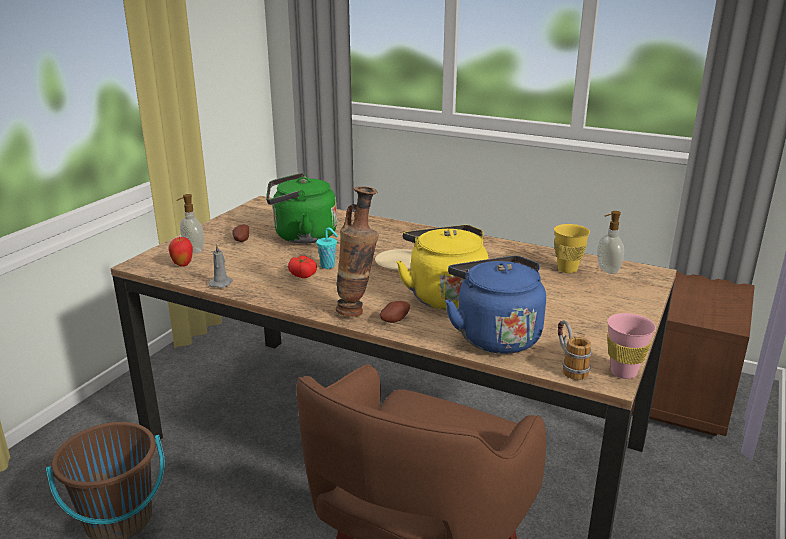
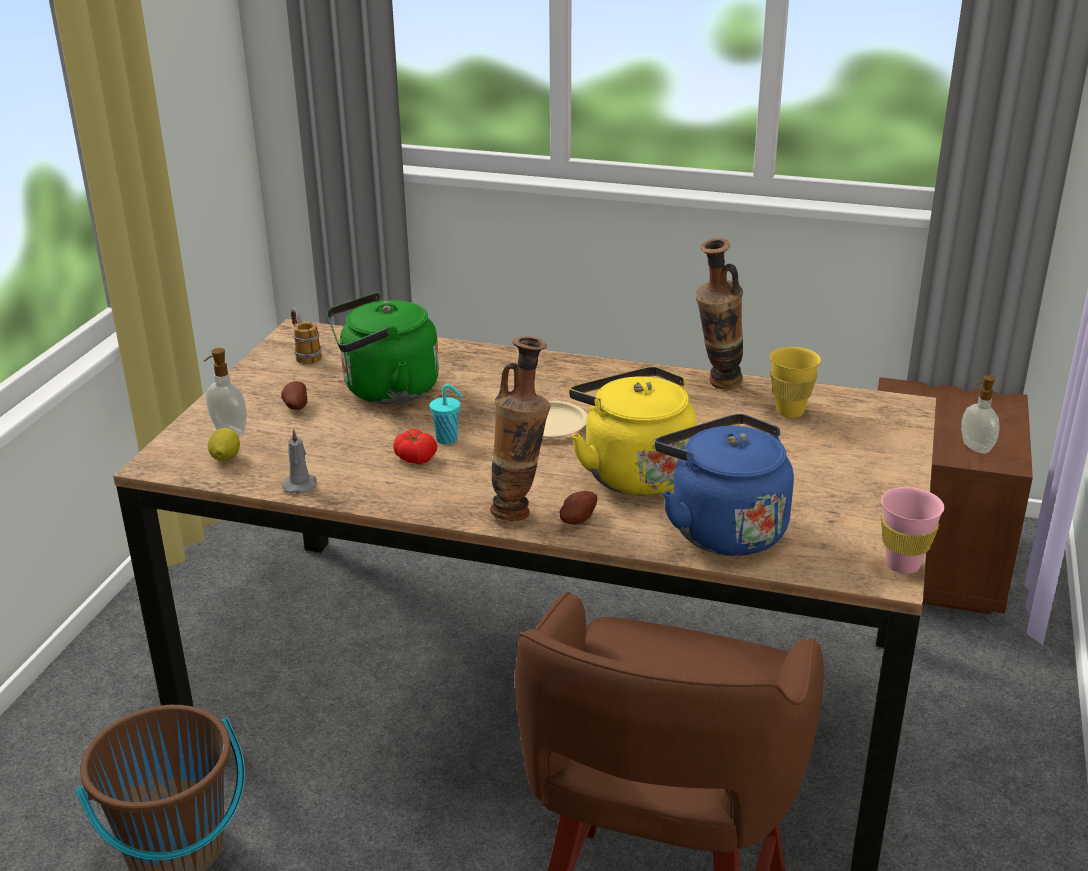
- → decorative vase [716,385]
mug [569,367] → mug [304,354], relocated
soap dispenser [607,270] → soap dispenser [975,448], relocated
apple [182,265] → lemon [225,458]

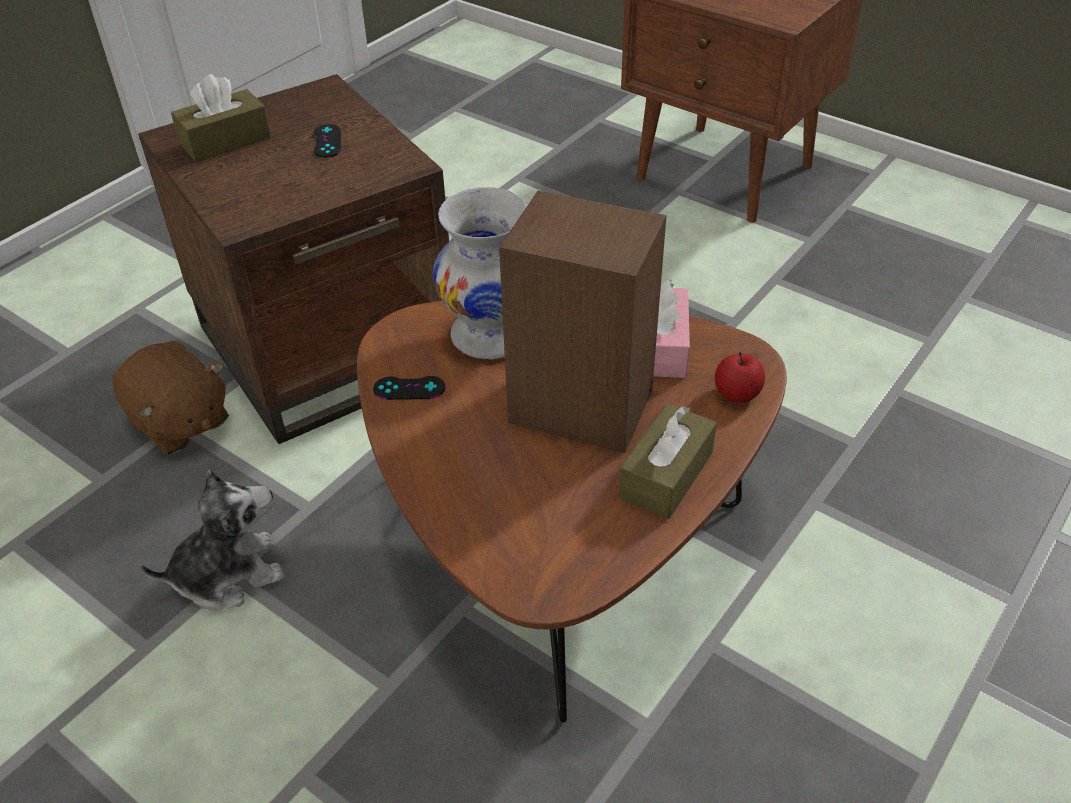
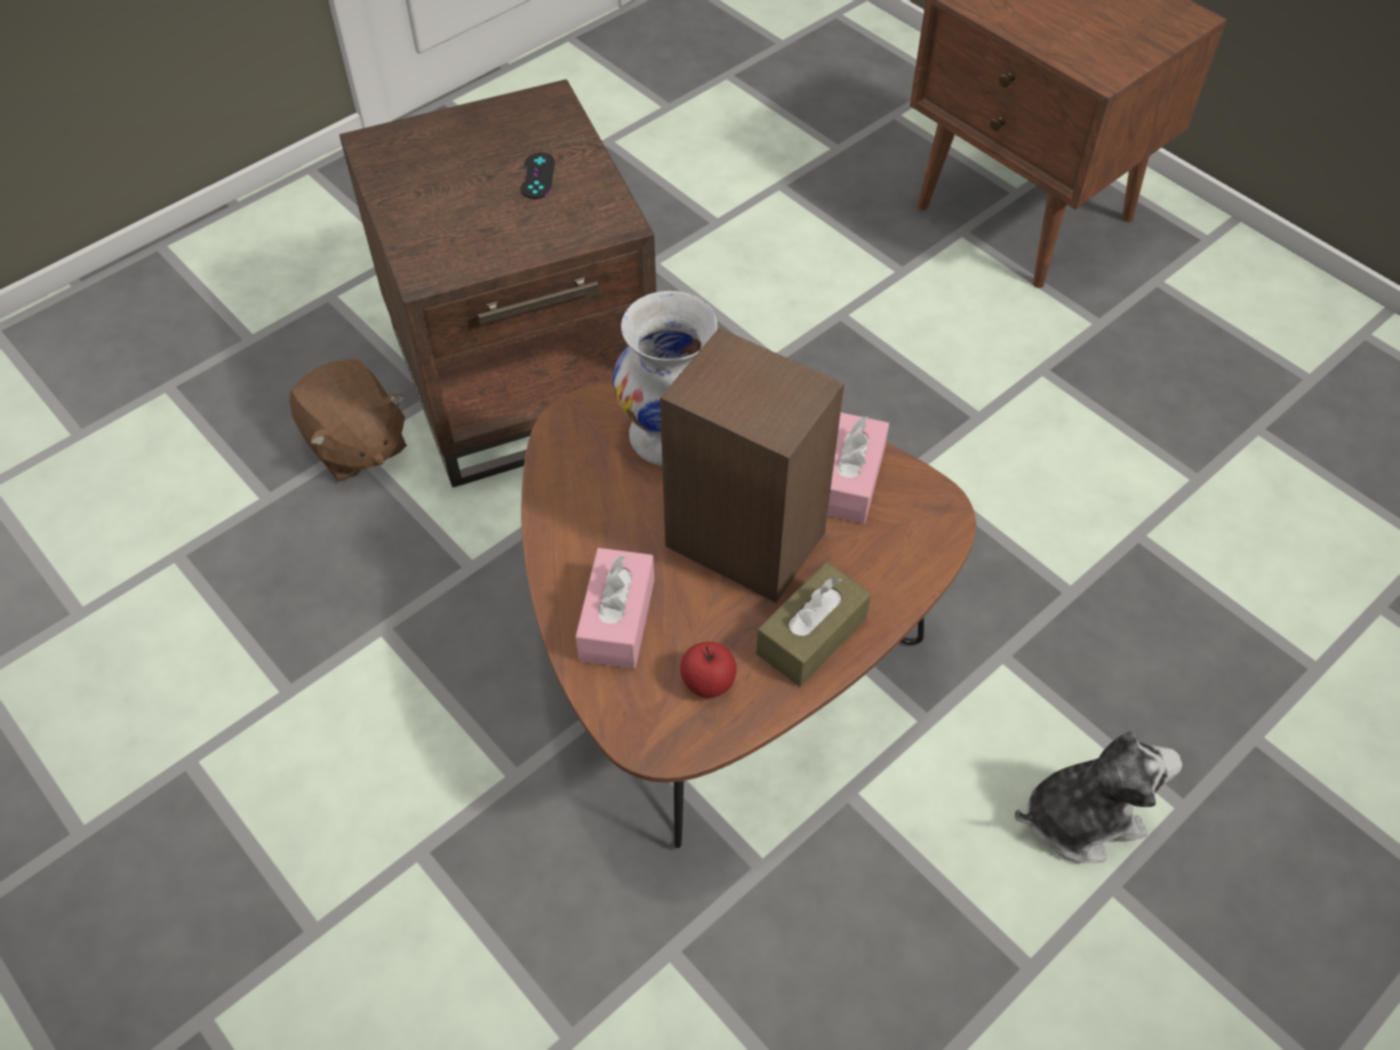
brown-coloured box of tissues [225,140] → -
blackish gamepad [409,388] → -
- → pink-coloured box of tissues [617,620]
soft toy [229,574] → soft toy [1080,816], relocated
apple [737,394] → apple [708,682], relocated

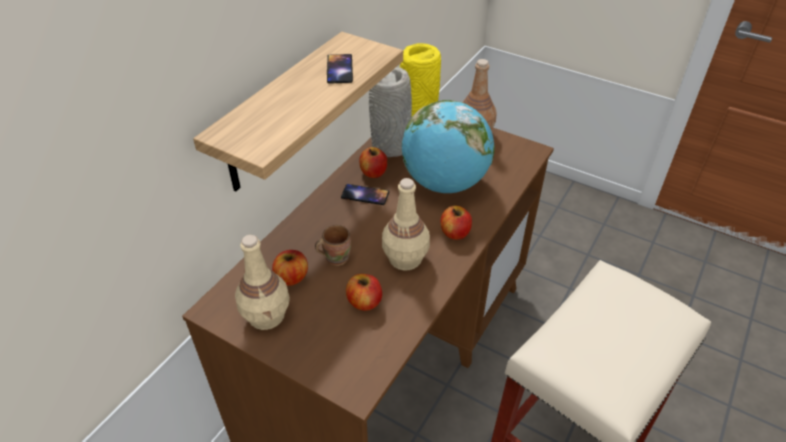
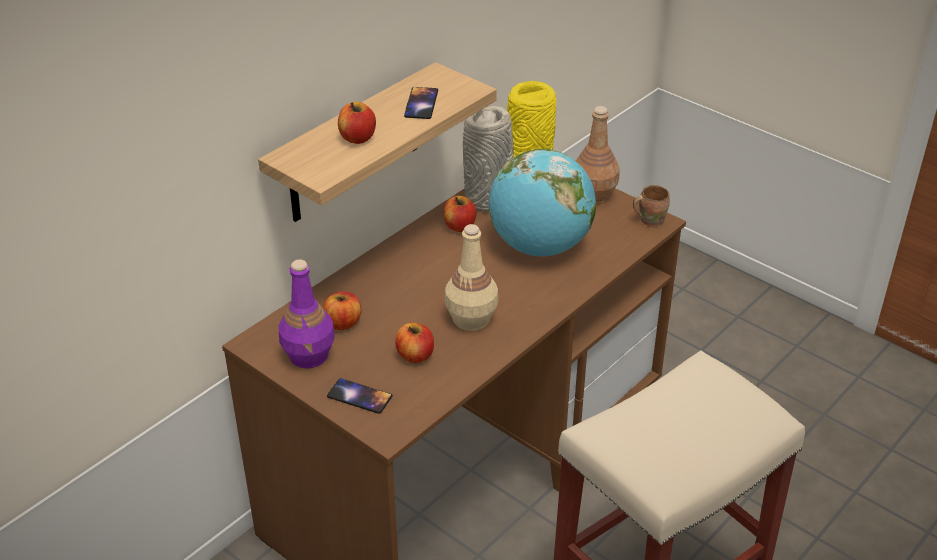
brown-coloured mug [335,257] → brown-coloured mug [650,220], relocated
handset [365,195] → handset [359,396], relocated
apple [455,233] → apple [357,138], relocated
beige beverage bottle [267,315] → purplish beverage bottle [309,355]

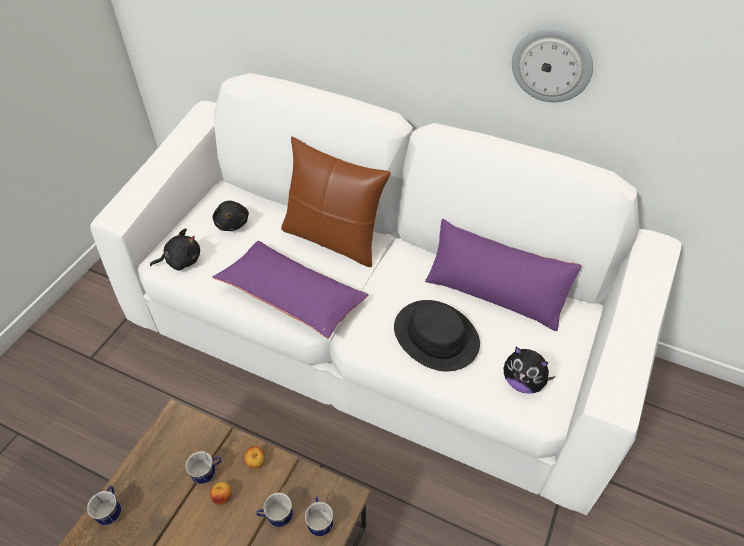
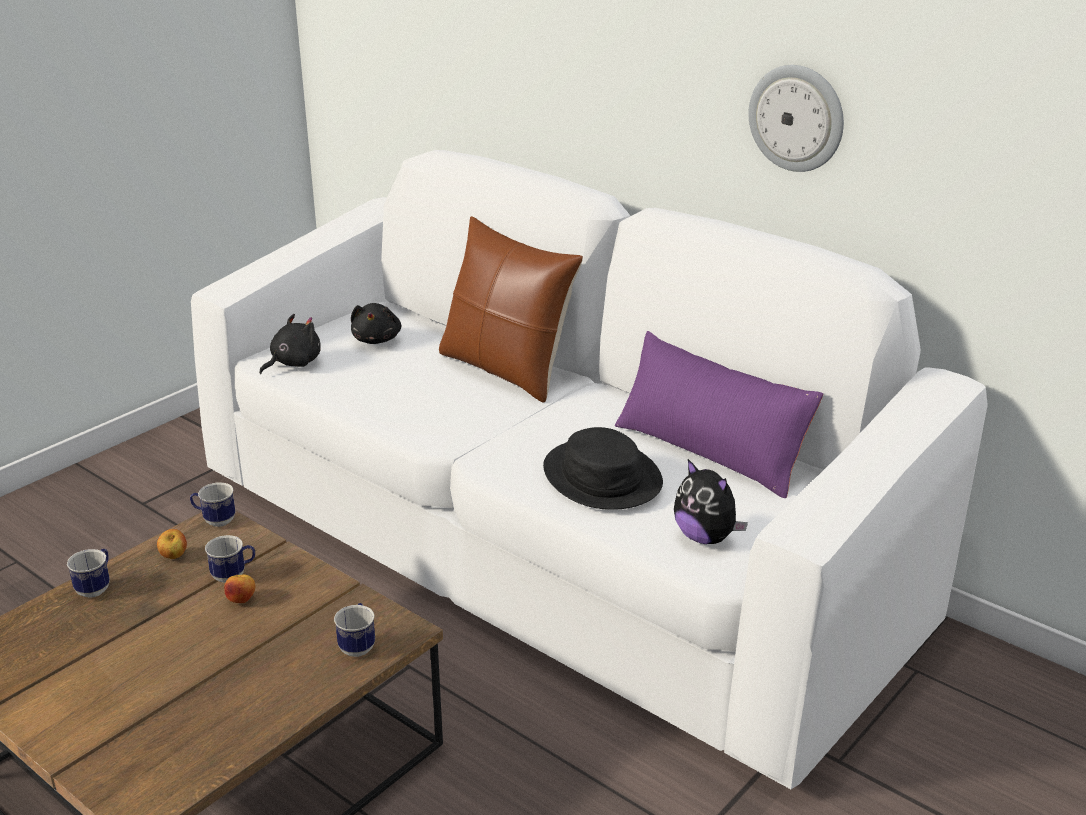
purplish pillow [292,297] → -
apple [256,462] → apple [174,557], relocated
mug [276,517] → mug [215,521], relocated
blackish soft toy [181,260] → blackish soft toy [293,363], 45 degrees counterclockwise

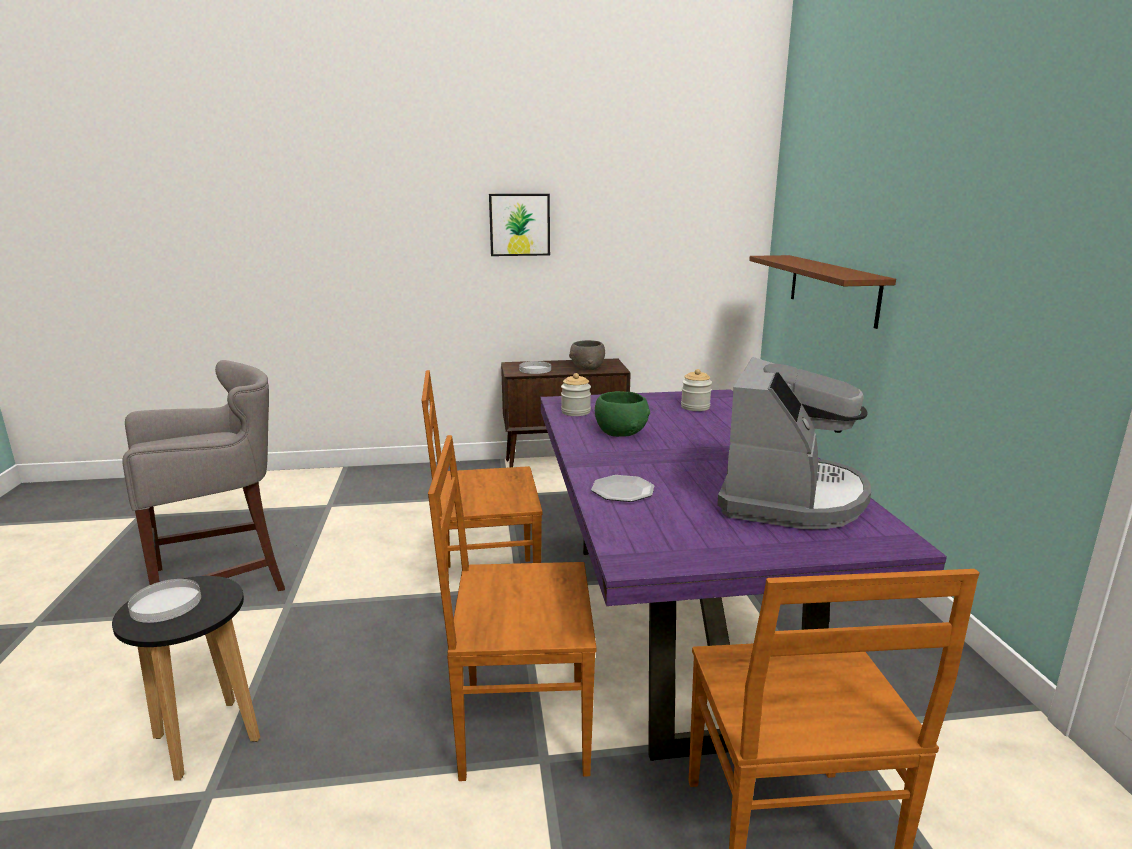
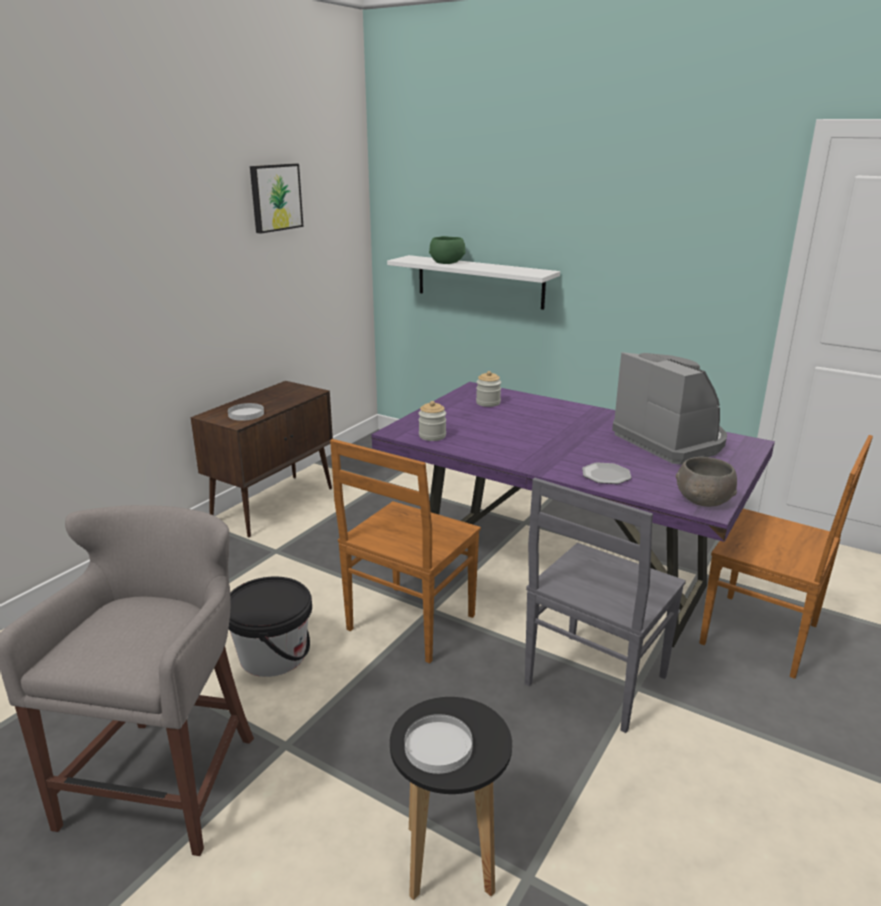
- → blackish pail [273,655]
wall picture [519,224] → wall picture [275,197], relocated
gray deep dish [587,367] → gray deep dish [703,500], relocated
greenish deep dish [621,432] → greenish deep dish [447,262], relocated
brown-coloured plain chair [519,725] → gray plain chair [593,682]
brown-coloured bracket shelf [832,288] → whitish bracket shelf [479,281]

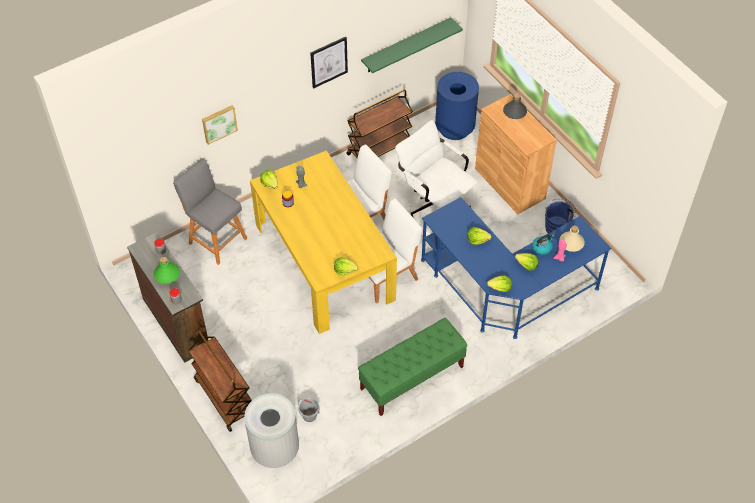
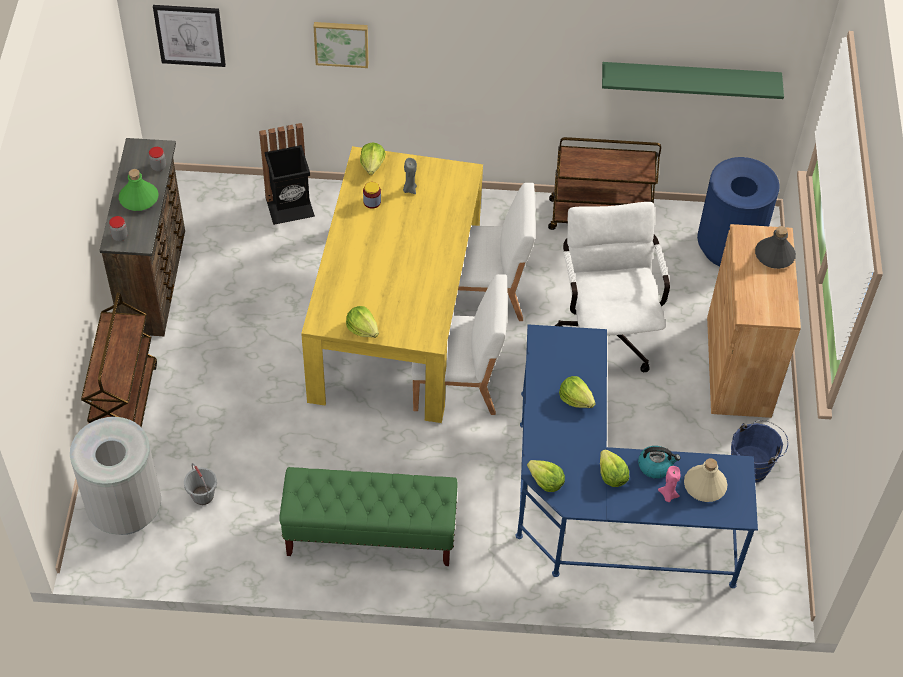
wall picture [328,62] → wall picture [190,35], relocated
gray stool [216,239] → blackish waste bin [291,208]

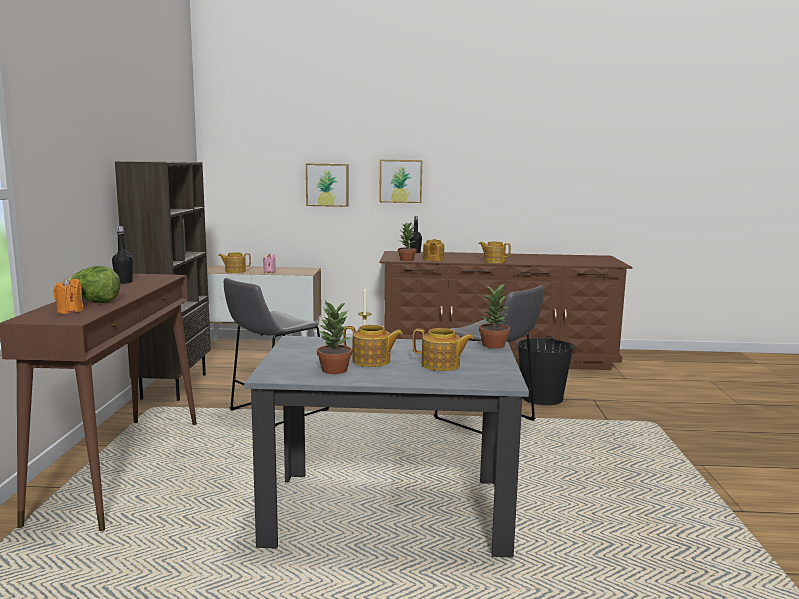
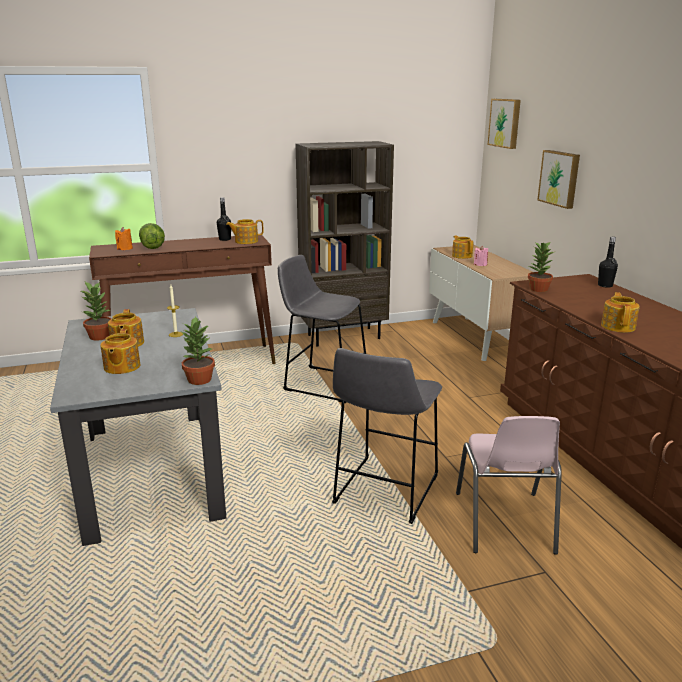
wall picture [400,181] → wall picture [505,123], relocated
teapot [433,259] → teapot [245,241], relocated
blackish pail [542,397] → pink-coloured plain chair [504,523]

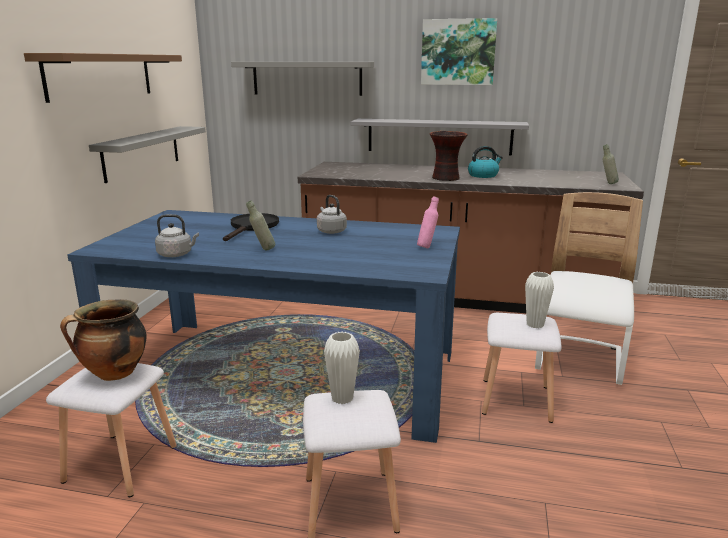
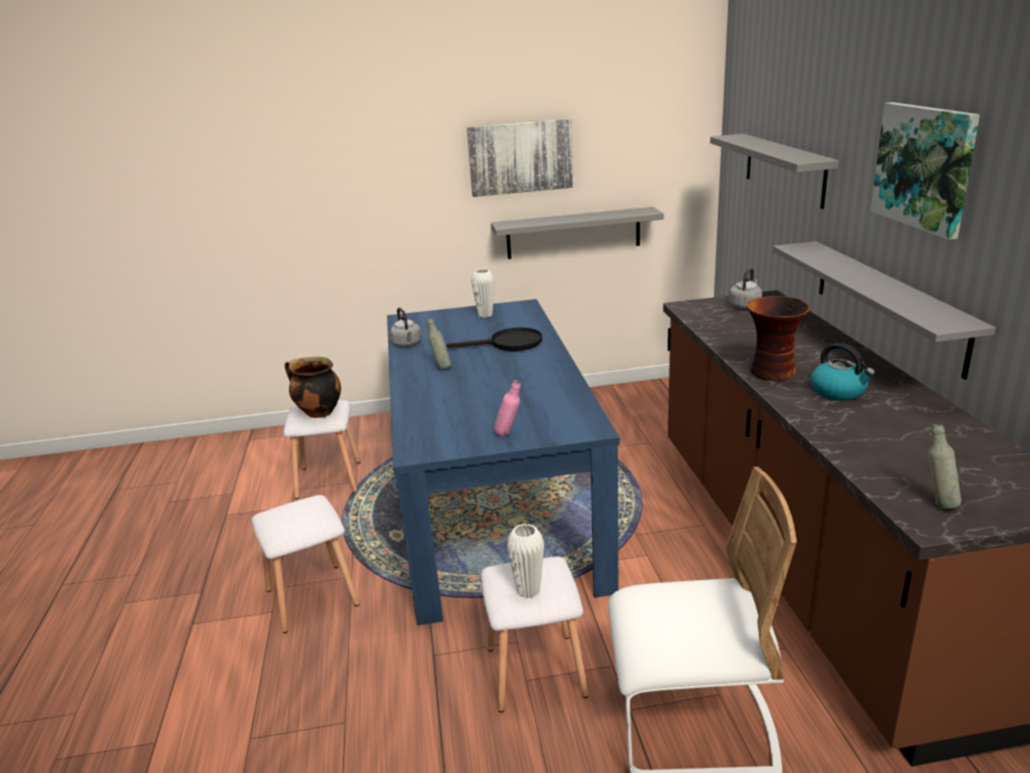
gray water kettle [330,231] → gray water kettle [745,305], relocated
whitish decorative vase [342,398] → whitish decorative vase [485,315], relocated
brown-coloured bracket shelf [101,76] → wall picture [520,157]

